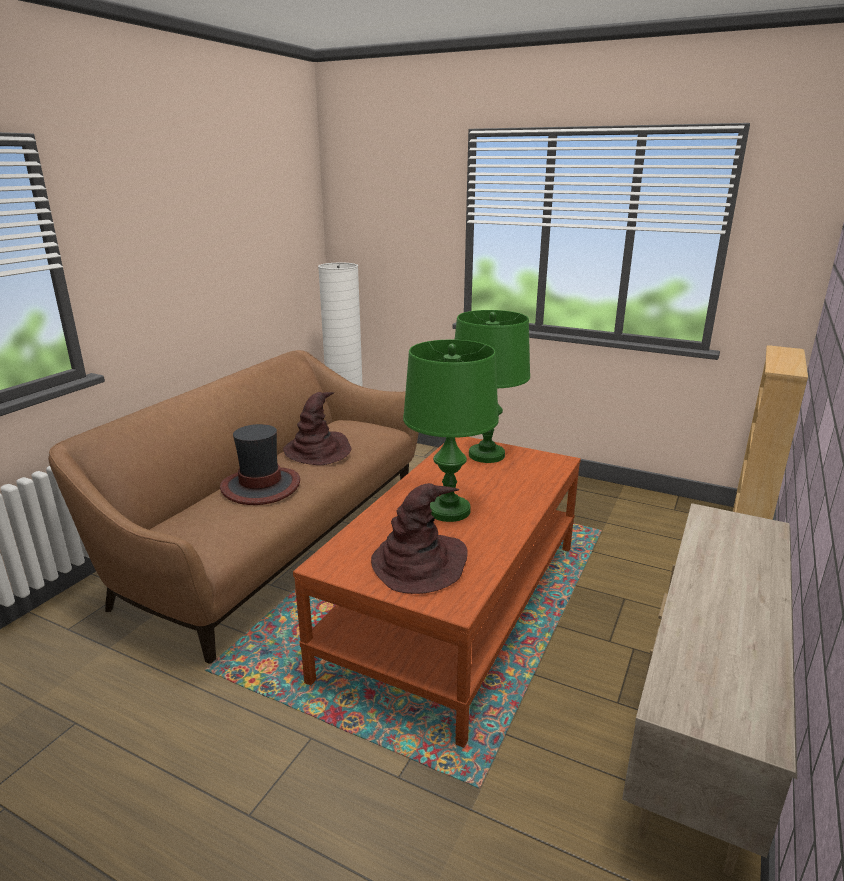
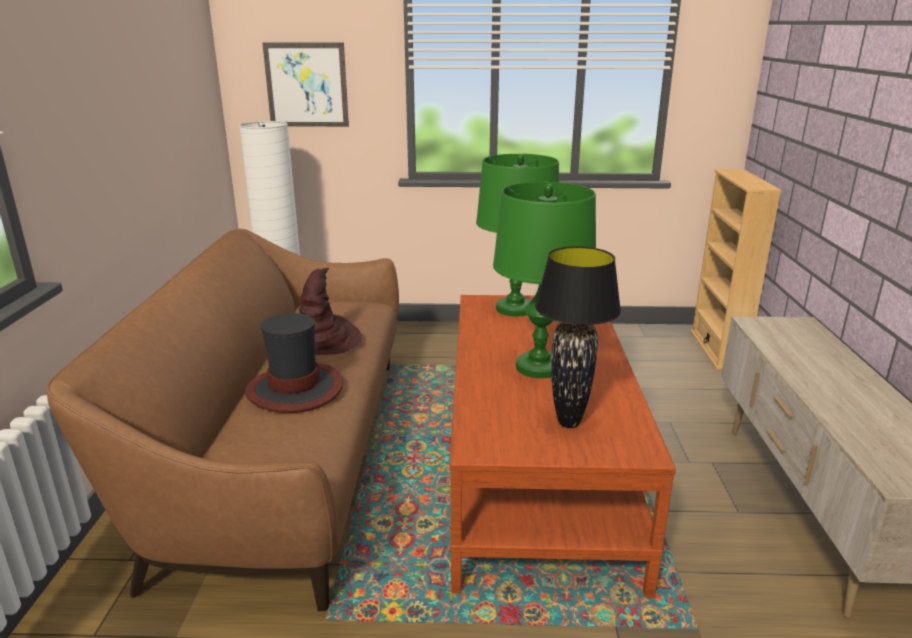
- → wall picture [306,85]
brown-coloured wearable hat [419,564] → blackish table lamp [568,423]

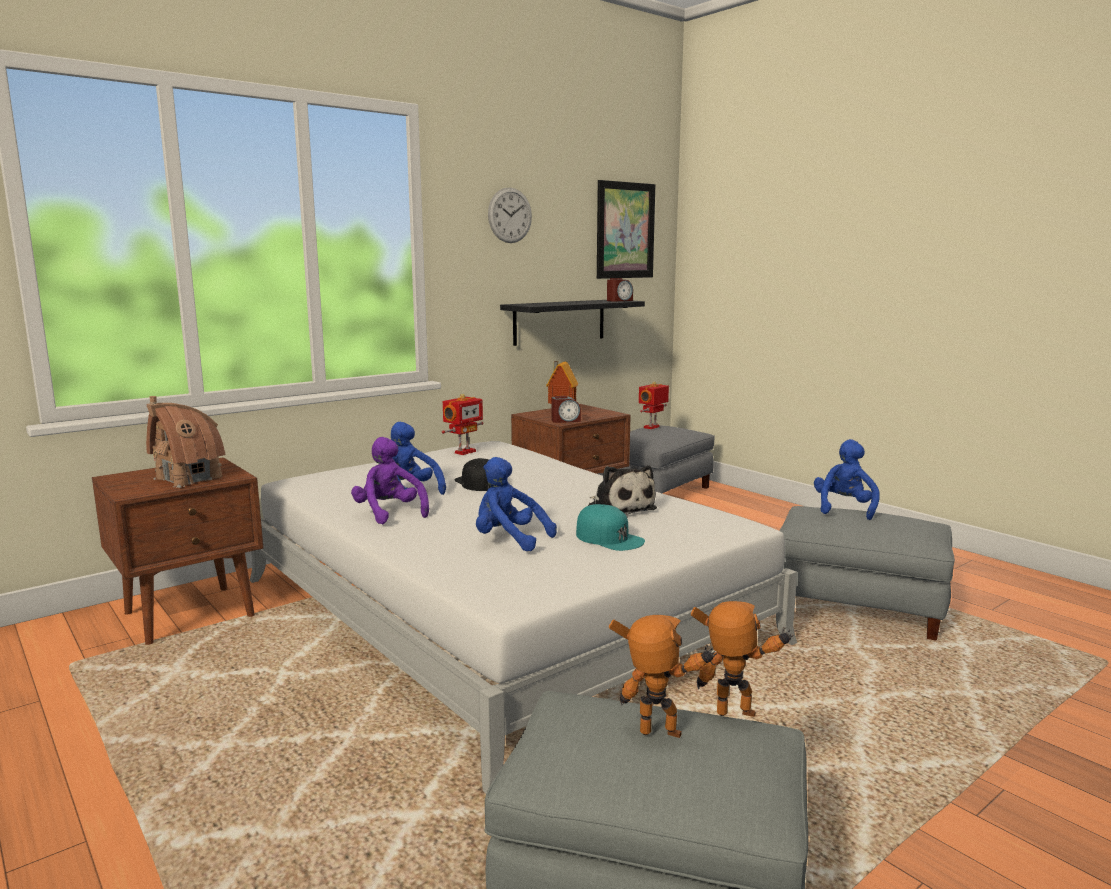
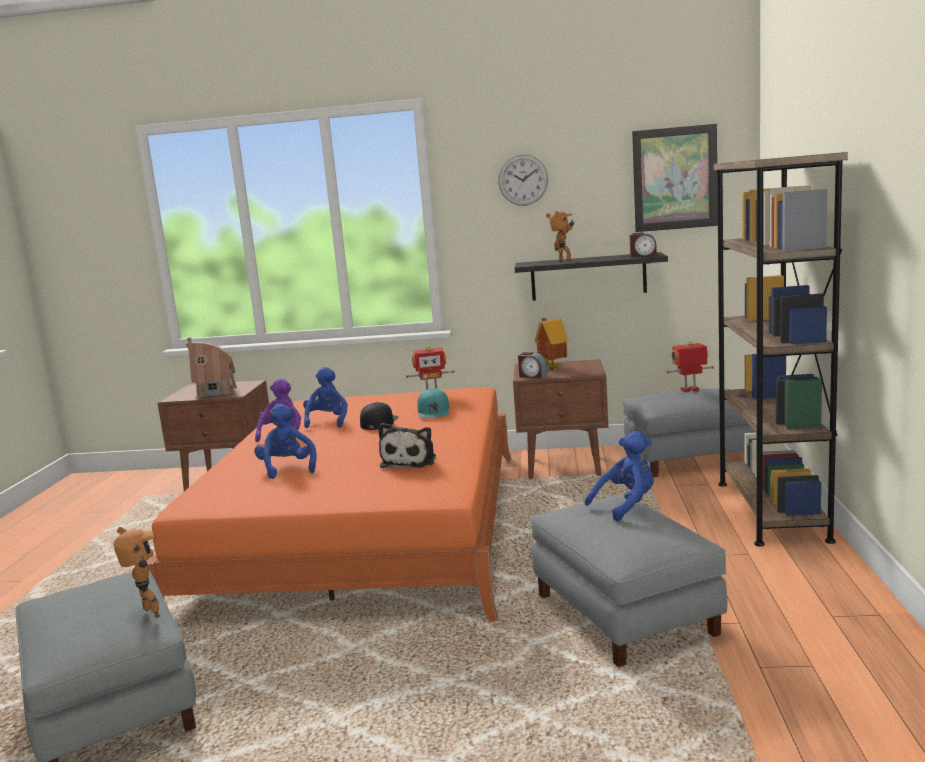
- → brown-coloured bookshelf [771,510]
turquoise-coloured cap [609,538] → turquoise-coloured cap [434,411], relocated
model robot [660,738] → model robot [564,262], relocated
whitish bedroom bed [499,610] → orangey bedroom bed [367,528]

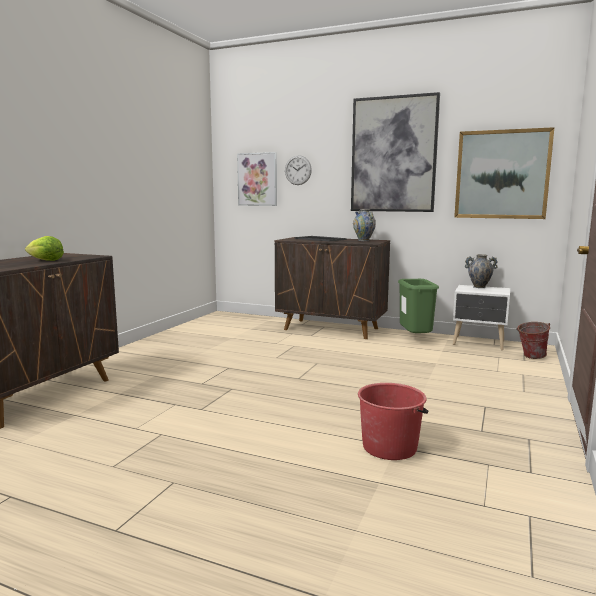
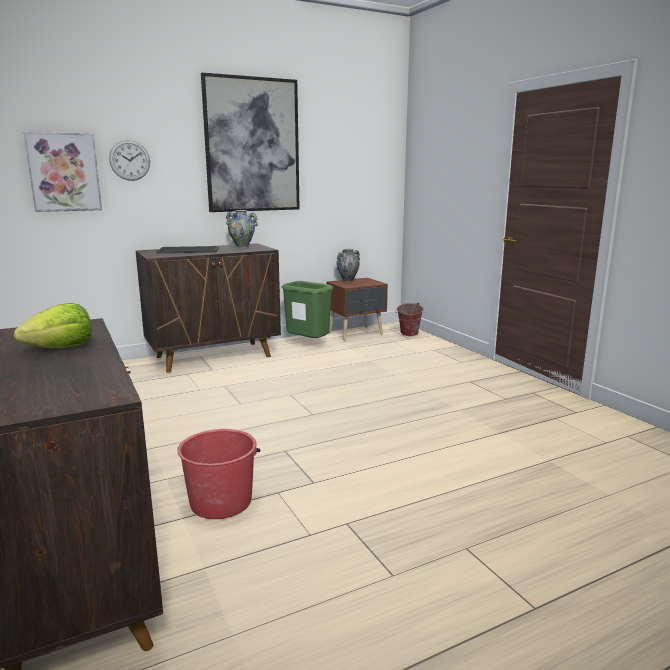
wall picture [502,174] → -
reddish pail [390,447] → reddish pail [221,501], relocated
whitish bedside table [479,343] → brown-coloured bedside table [356,334]

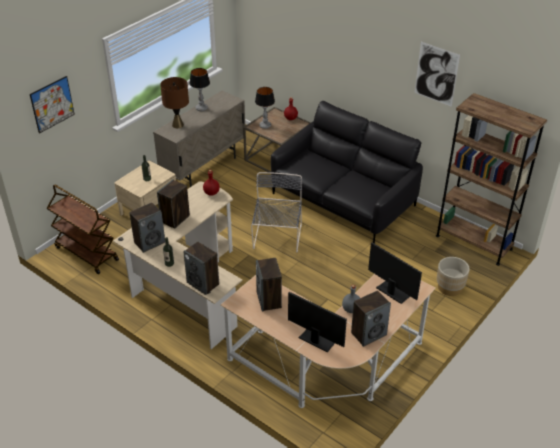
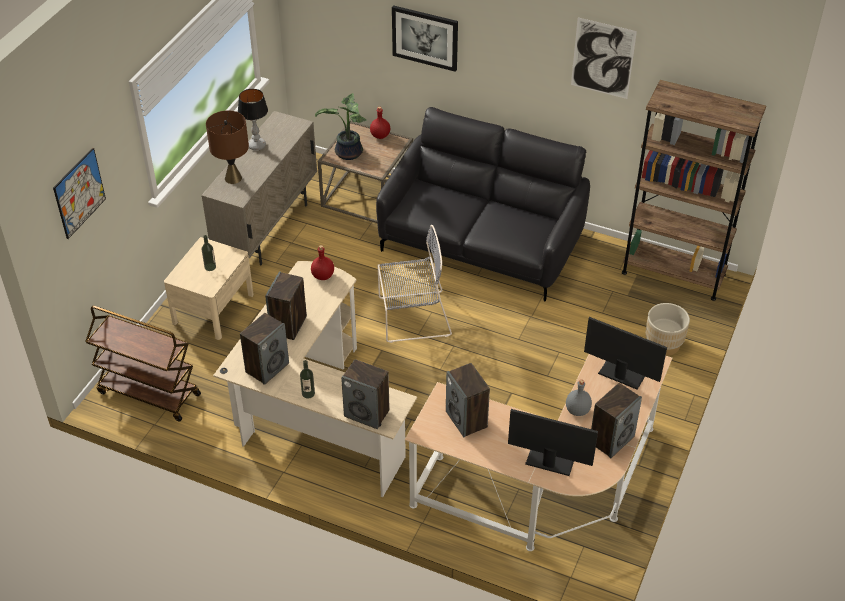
- → wall picture [425,37]
table lamp [265,126] → potted plant [348,154]
gray plain chair [277,238] → gray plain chair [411,317], 90 degrees clockwise

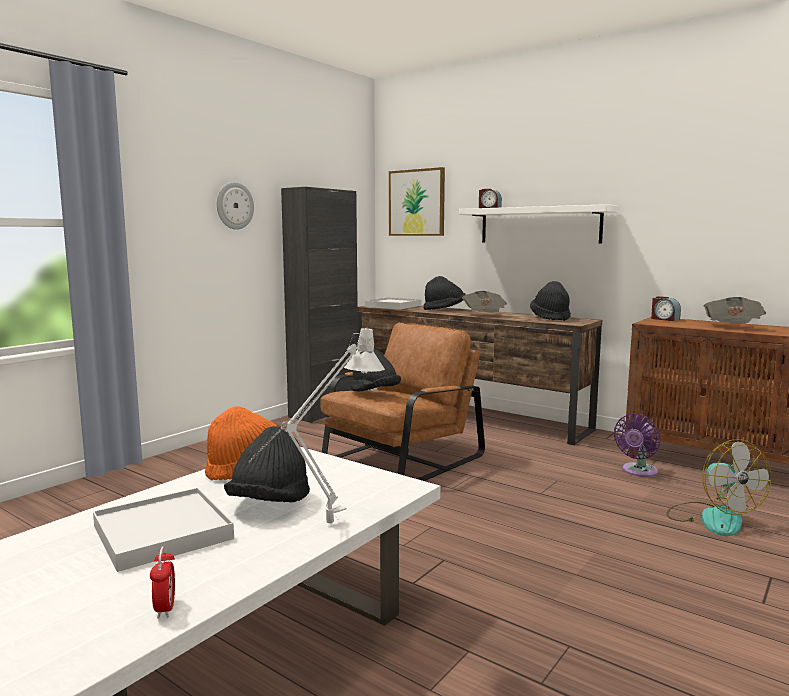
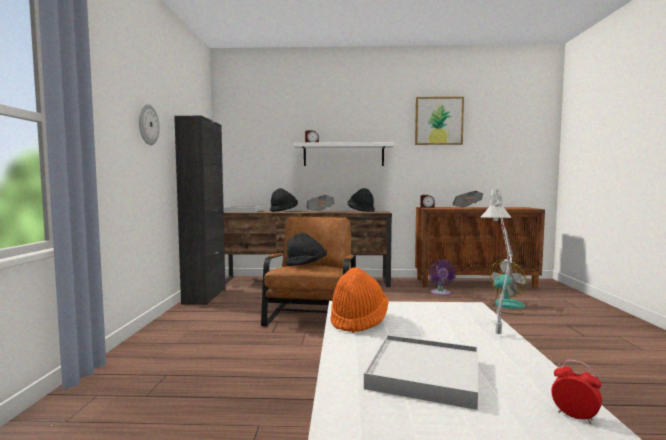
blackish wearable hat [270,503] → -
wall picture [417,203] → wall picture [438,121], relocated
electric fan [712,518] → electric fan [505,306], 75 degrees counterclockwise

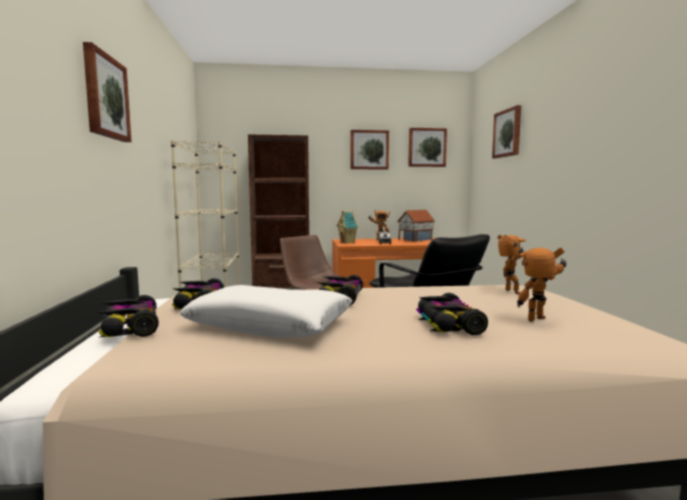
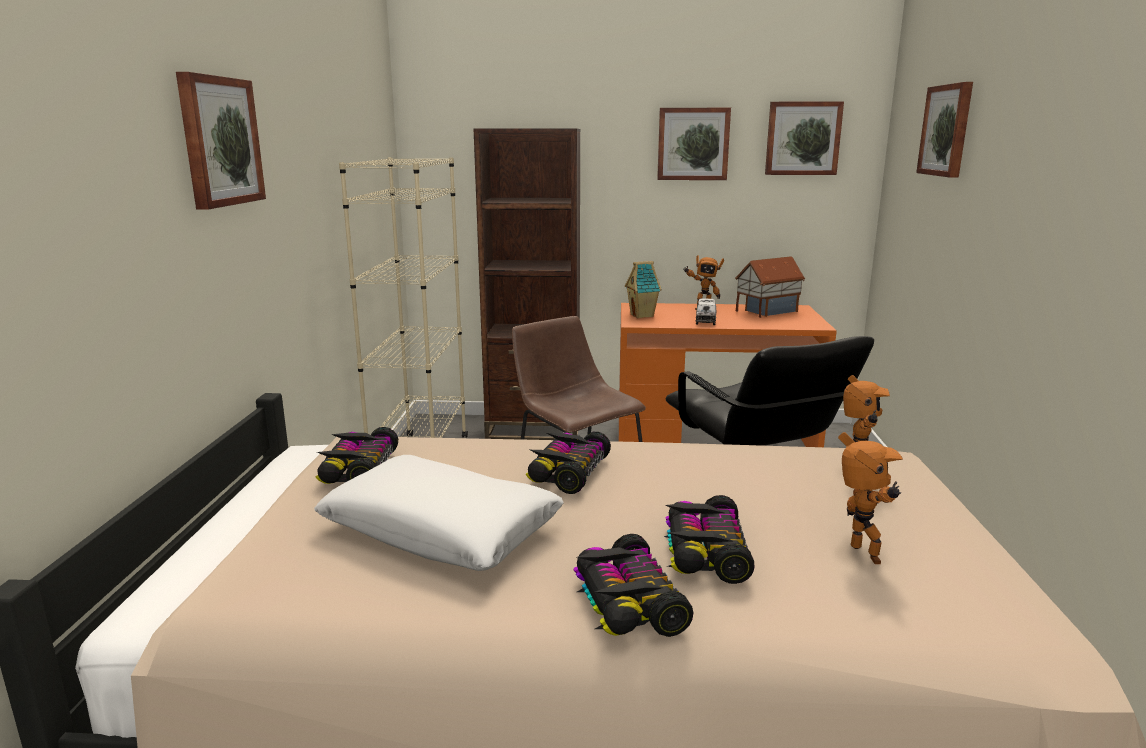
miniature car [129,327] → miniature car [626,603], relocated
model robot [539,320] → model robot [860,556], 90 degrees clockwise

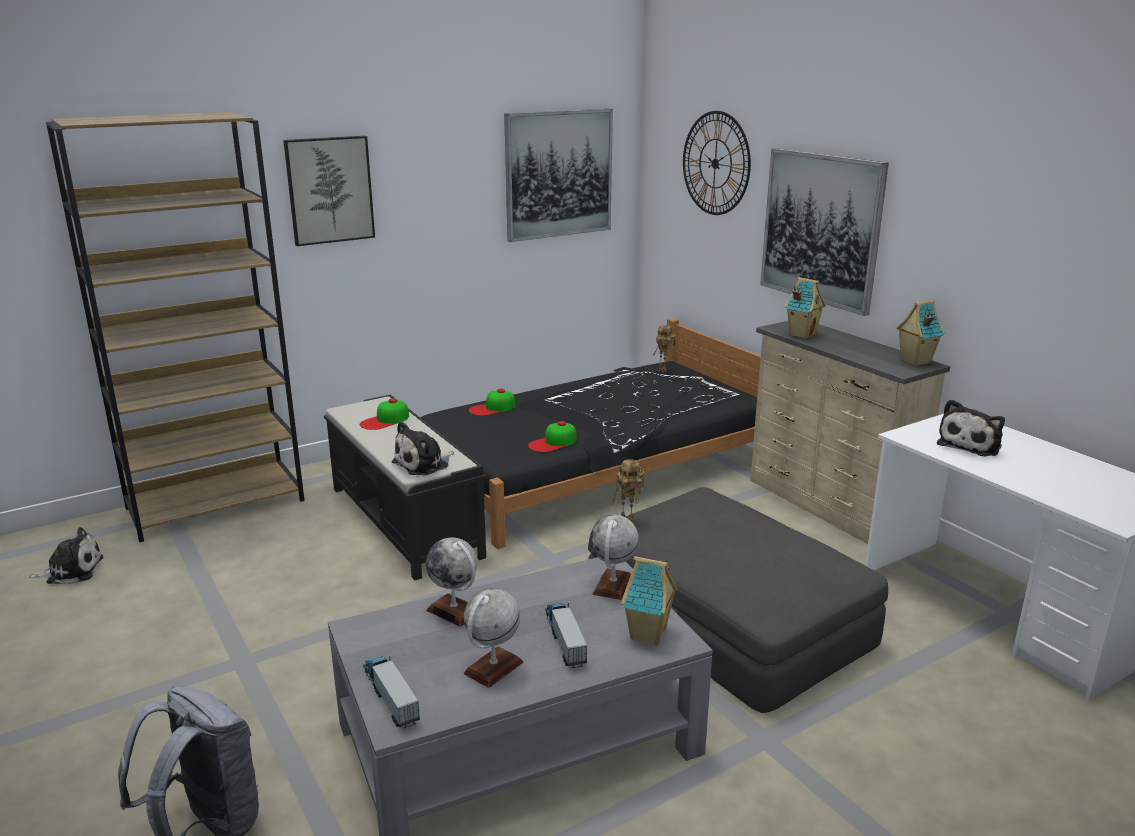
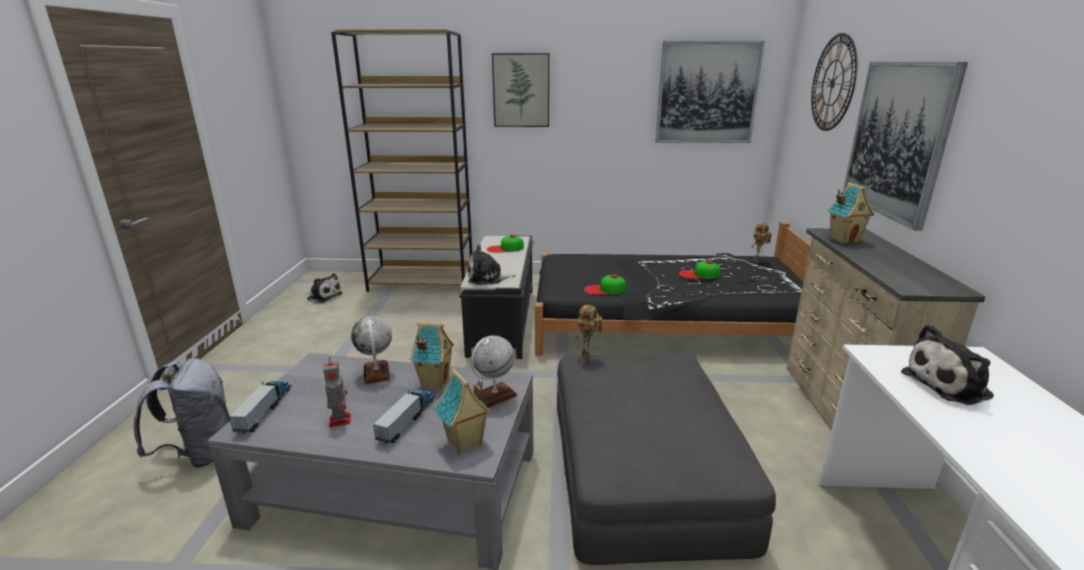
cap [492,408] → cap [699,274], relocated
toy house [914,361] → toy house [434,381], relocated
desk globe [493,668] → model robot [340,419]

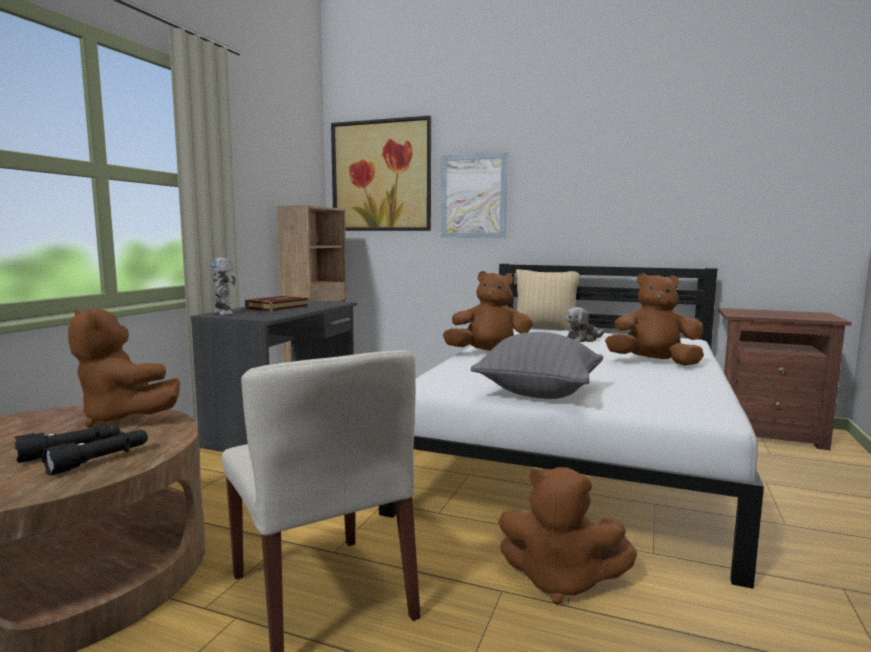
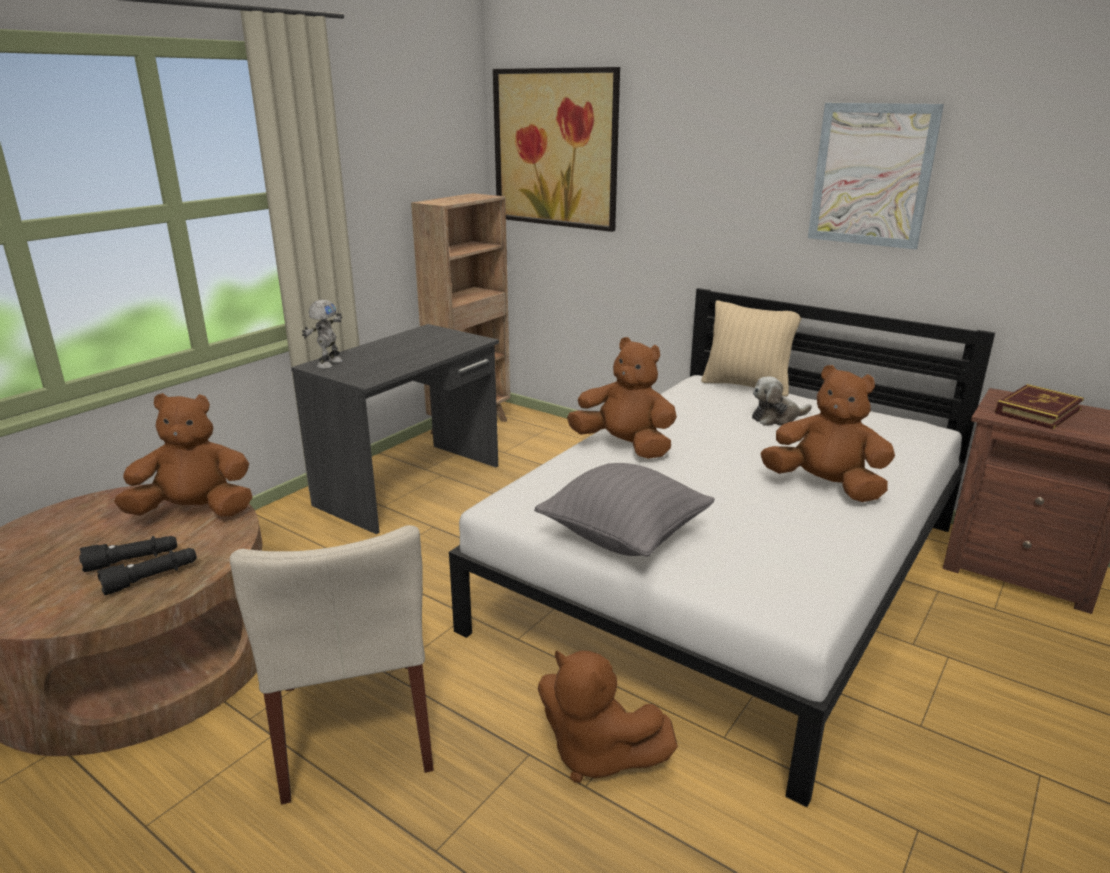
book [278,307] → book [1037,411], relocated
wall picture [473,196] → wall picture [871,175], relocated
brown-coloured soft toy [123,418] → brown-coloured soft toy [195,512], 120 degrees clockwise
model robot [224,313] → model robot [328,364], 135 degrees counterclockwise

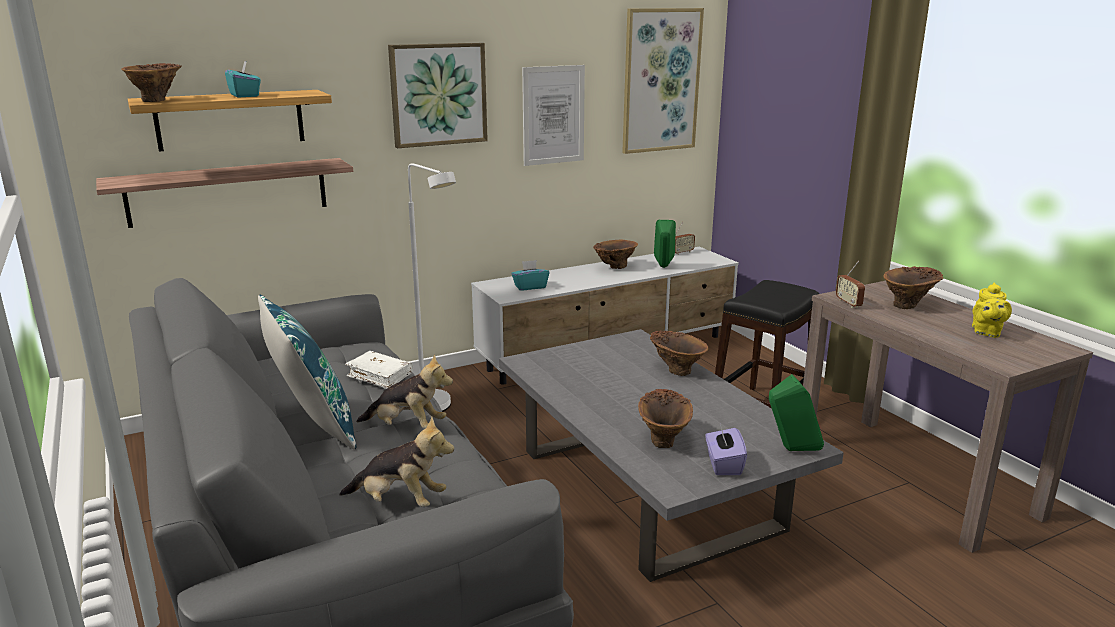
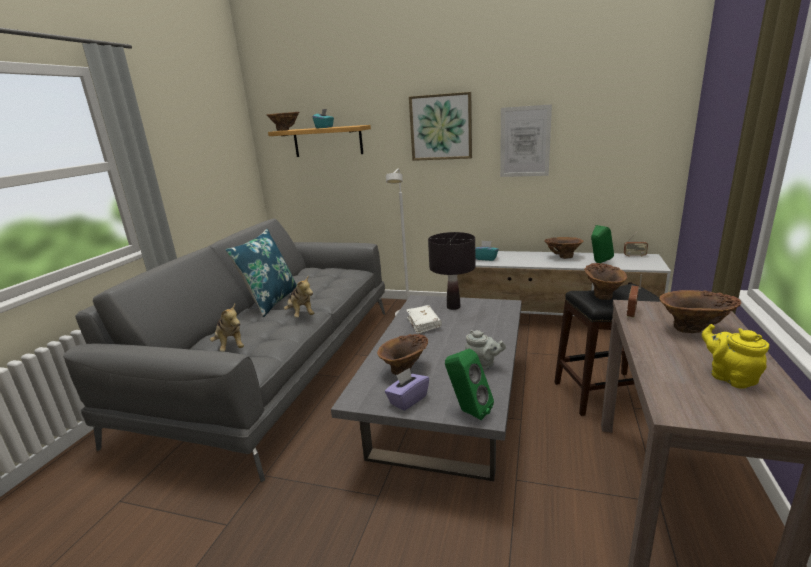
bracket shelf [228,192] → -
wall picture [660,81] → -
- → blackish table lamp [453,307]
- → gray teapot [483,365]
whitish book [380,376] → whitish book [423,324], relocated
brown-coloured decorative vase [676,369] → brown-coloured decorative vase [603,295], relocated
yellowish teapot [986,332] → yellowish teapot [730,377], 90 degrees clockwise

